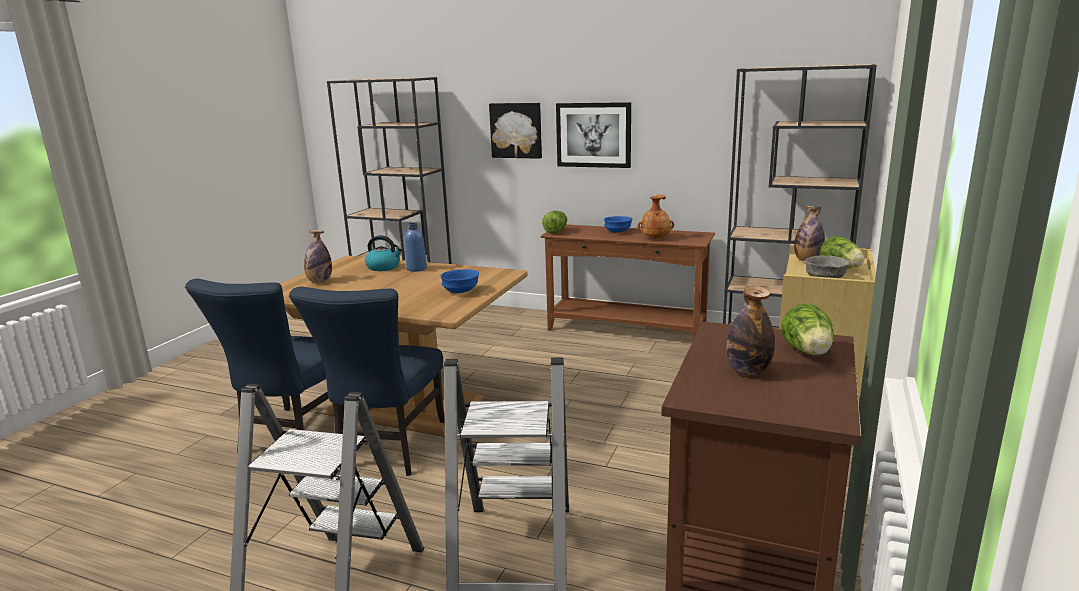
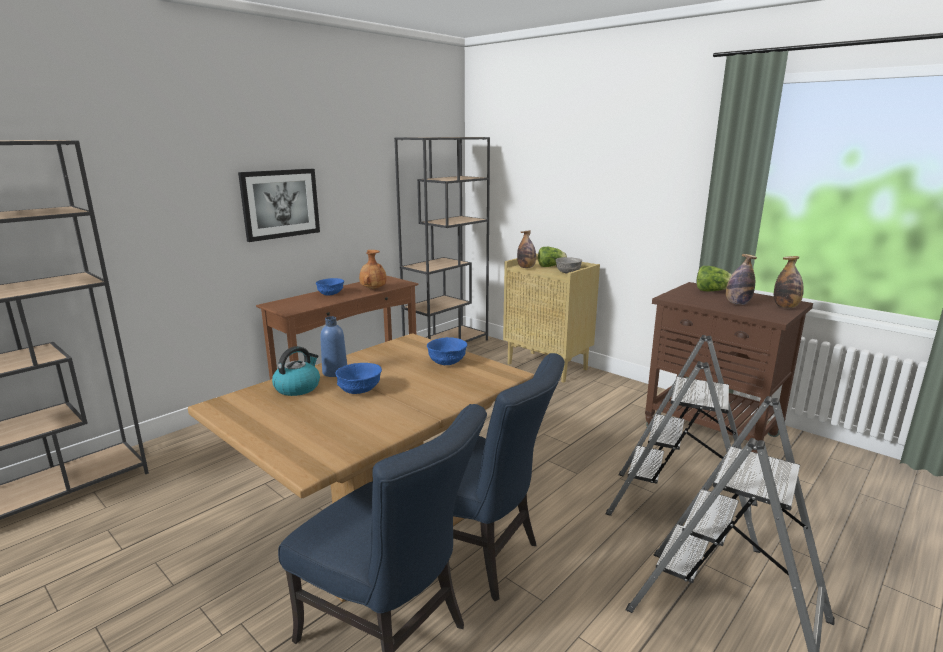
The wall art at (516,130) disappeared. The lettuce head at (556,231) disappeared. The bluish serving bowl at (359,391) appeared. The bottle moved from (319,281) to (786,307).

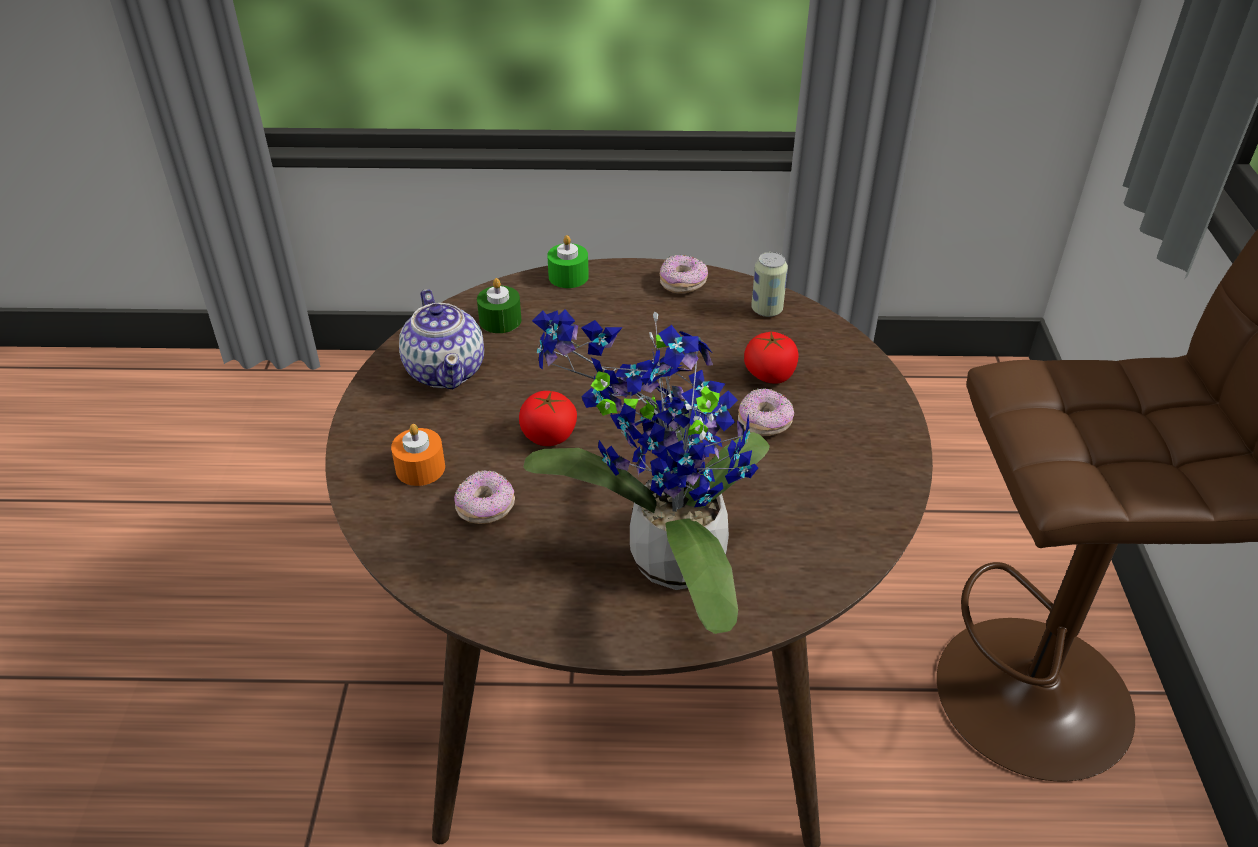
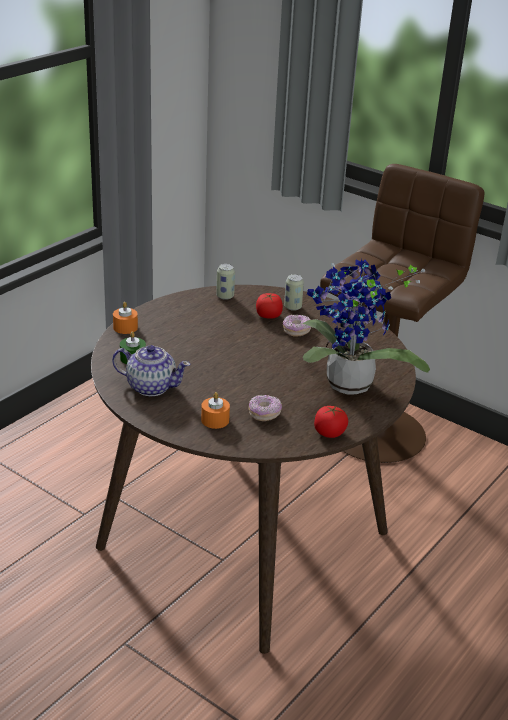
The donut at (683,284) disappeared. The metal can at (292,307) appeared. The whole tomato moved from (548,436) to (329,433). The green-coloured wax light at (568,276) became the orange-coloured wax light at (125,327).

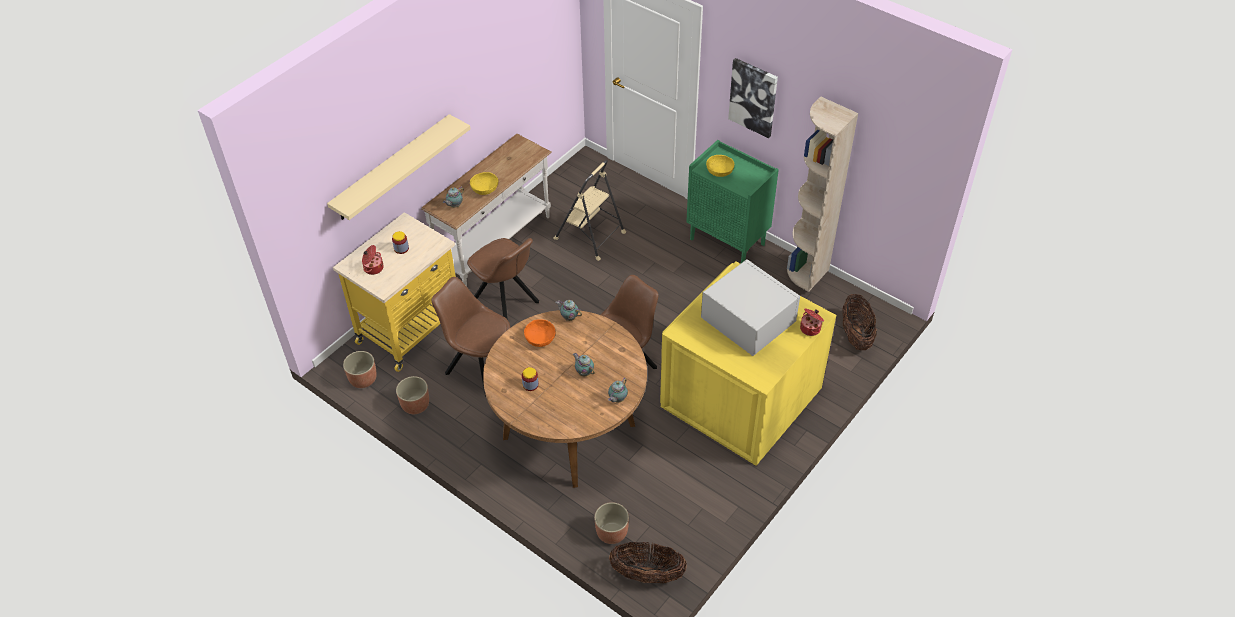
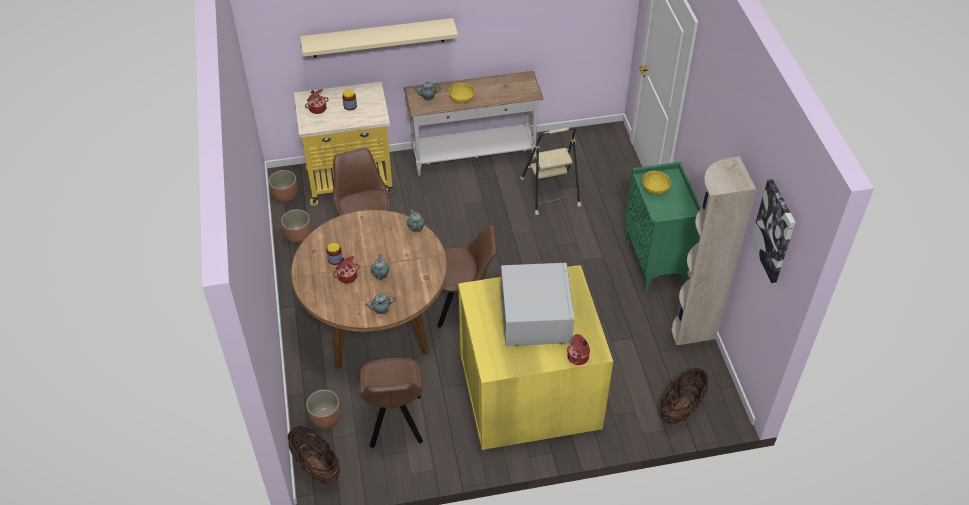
The orange-coloured serving bowl at (540,339) disappeared. The cooking pot at (347,276) appeared. The brownish plain chair moved from (506,302) to (395,421). The wall art moved from (753,97) to (774,231).

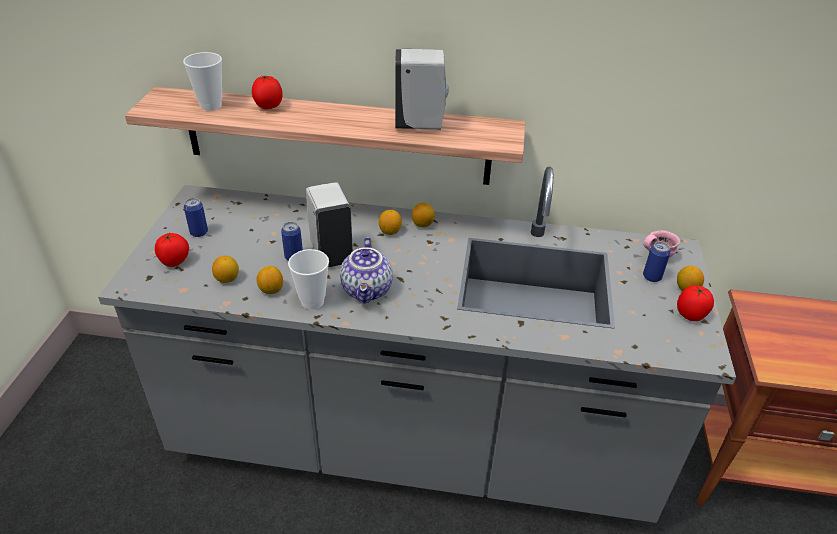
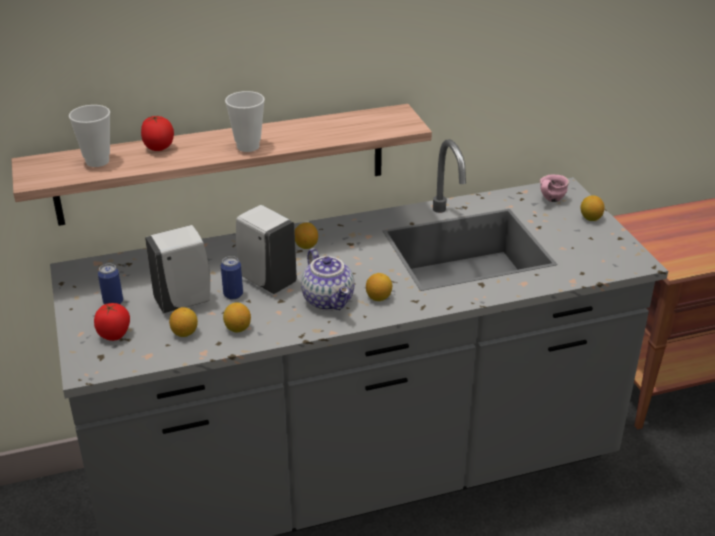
The metal can at (652,277) disappeared. The whole tomato at (690,315) disappeared. The cup moved from (312,301) to (248,146). The whitish soap bottle moved from (421,125) to (185,301). The whole lemon moved from (422,224) to (378,298).

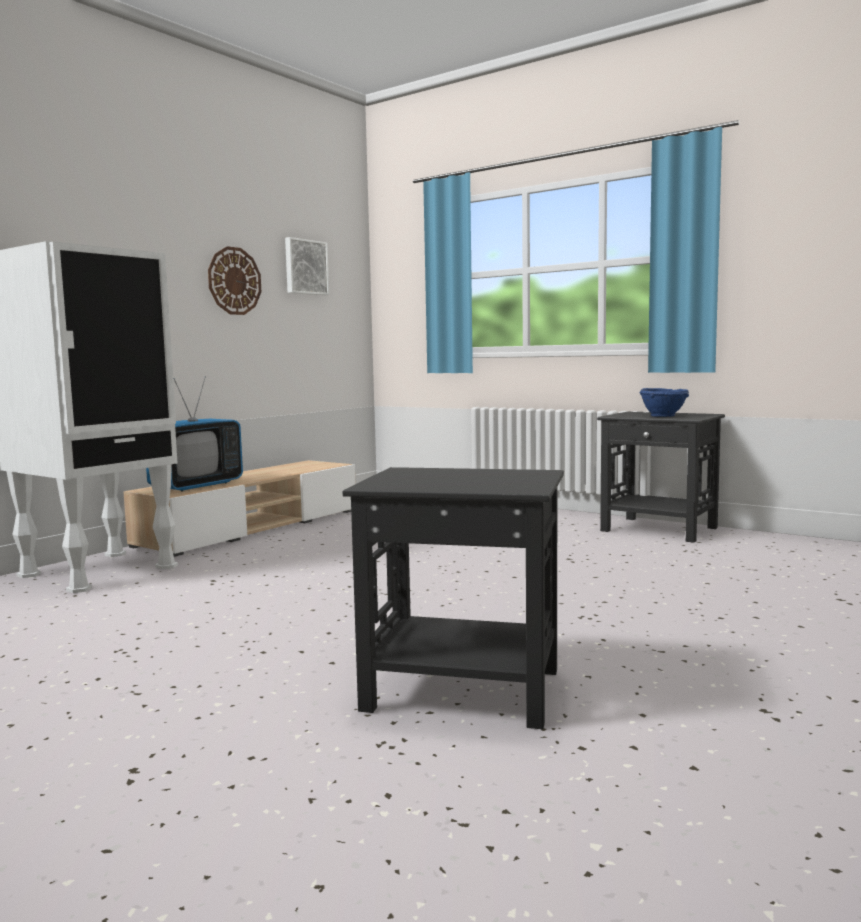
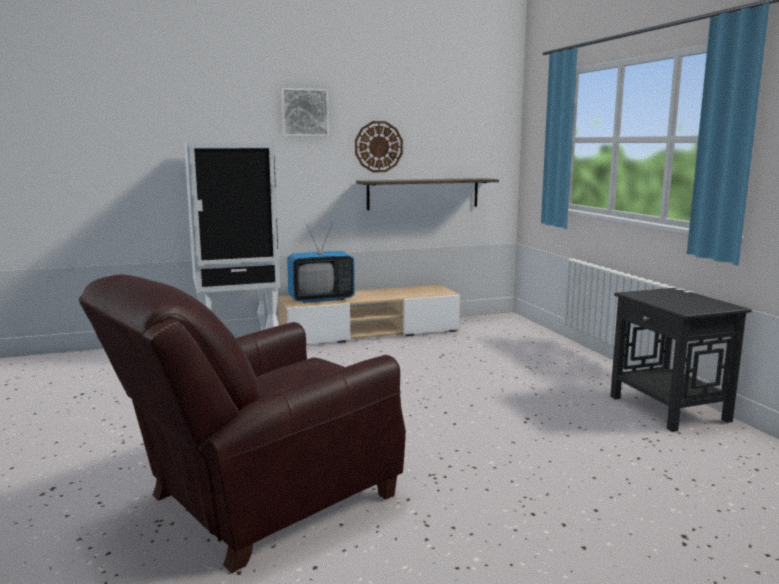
The bluish serving bowl at (664,416) disappeared. The shelf at (423,193) appeared. The wall art moved from (305,267) to (304,112). The black end table at (460,689) was replaced by the brownish lounge chair at (255,502).

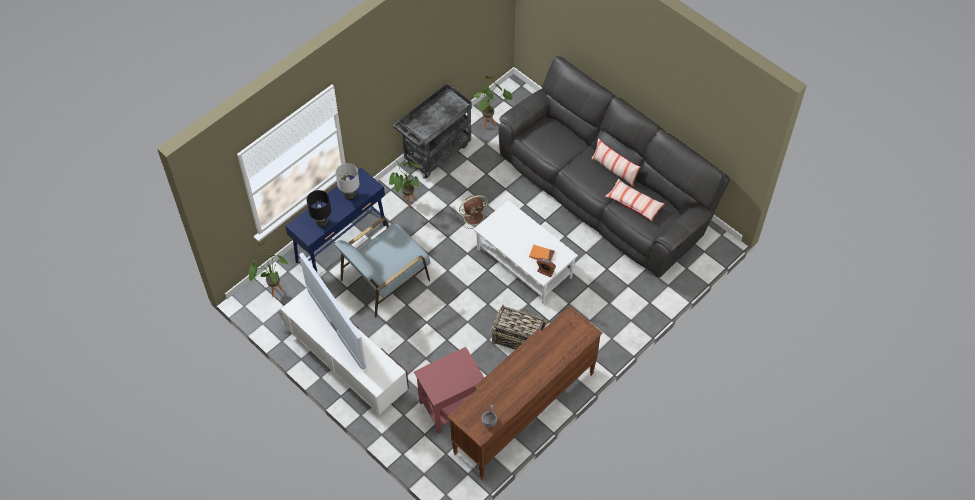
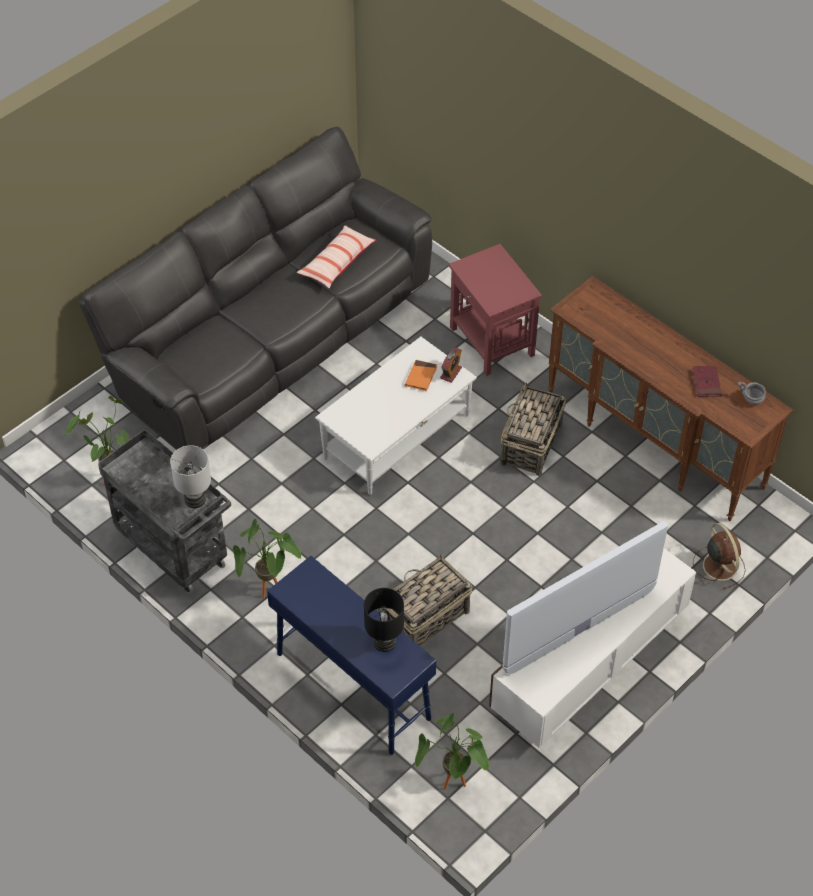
The throw pillow at (614,170) disappeared. The red-coloured bound book at (706,383) appeared. The grey tabletop lamp moved from (350,194) to (195,499). The red-coloured end table moved from (451,406) to (491,341). The brownish electric fan moved from (474,216) to (719,565). The bluish lounge chair at (385,279) was replaced by the storage basket at (425,618).

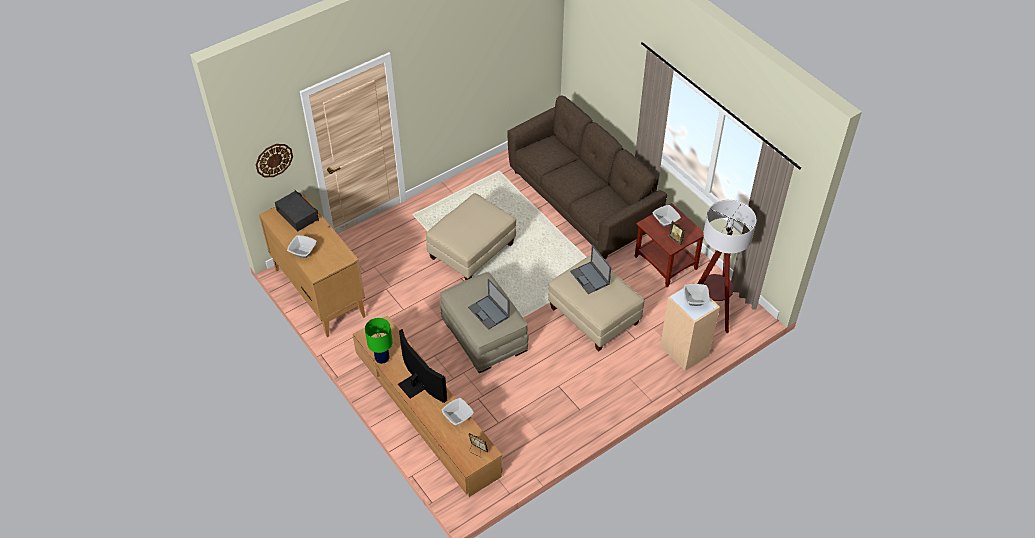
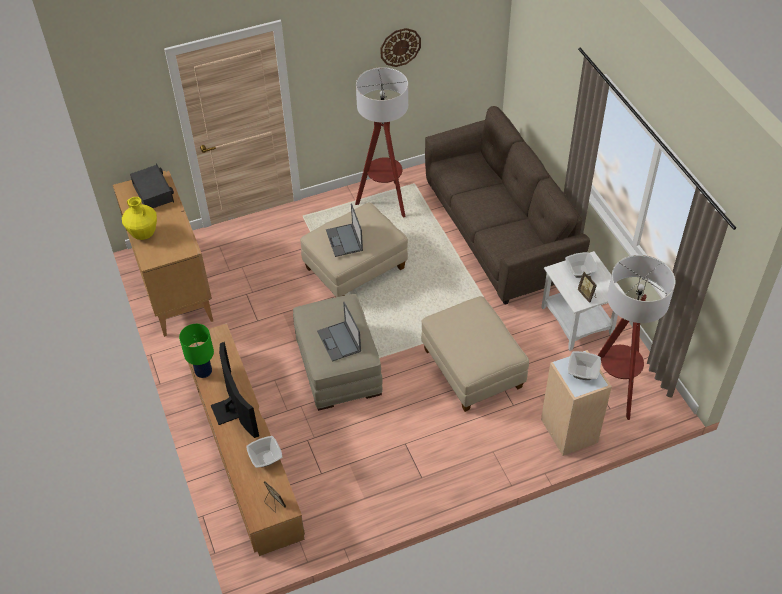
The standard lamp at (385,200) appeared. The clock on the wall moved from (274,160) to (400,47). The notebook computer moved from (590,278) to (344,240). The serving bowl at (302,252) was replaced by the yellowish decorative vase at (143,234). The brownish end table at (666,262) became the whitish end table at (577,321).

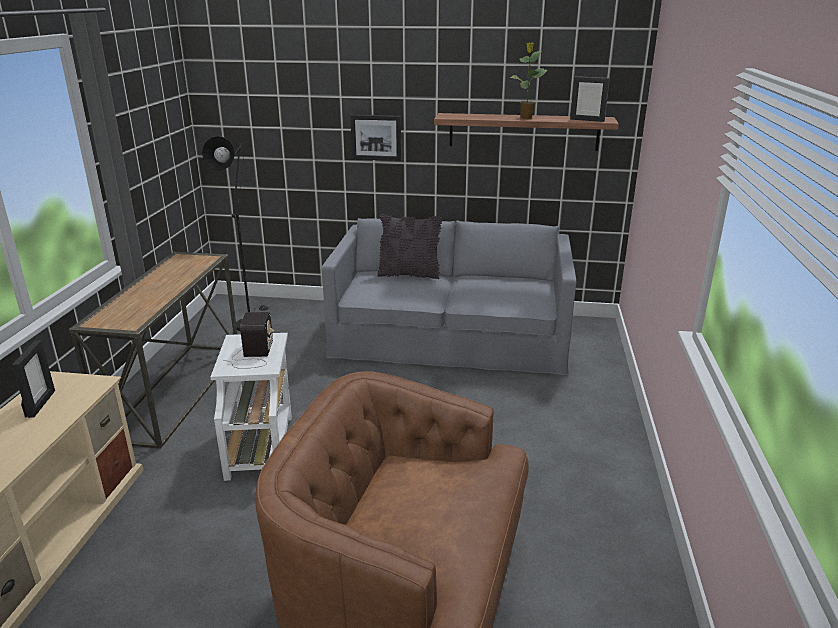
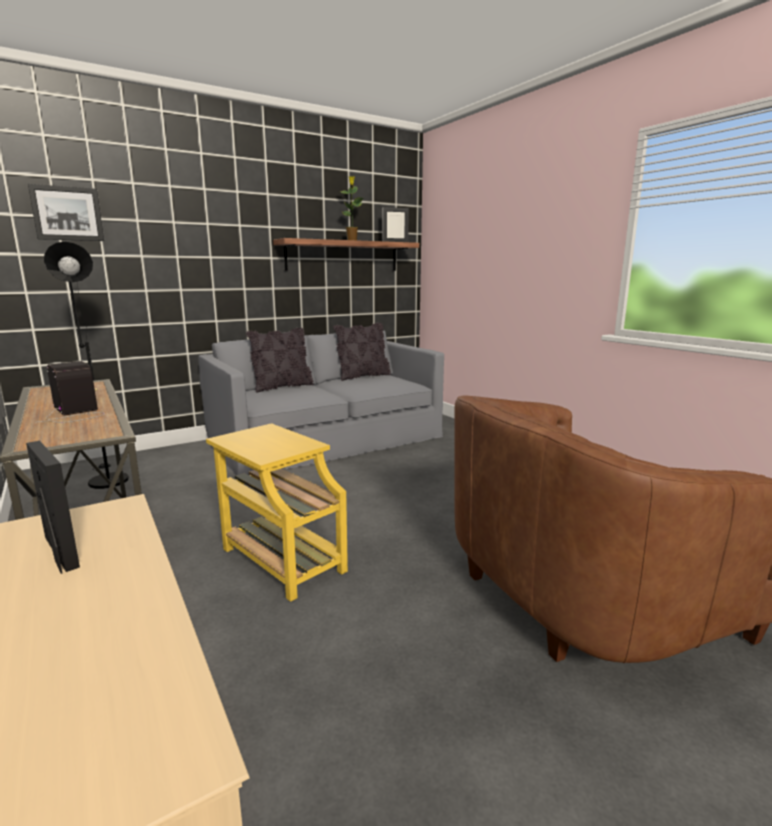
The black throw pillow at (363,376) appeared. The radio moved from (253,354) to (75,412). The wall art moved from (376,137) to (67,214). The whitish end table at (260,445) became the yellowish end table at (281,559).

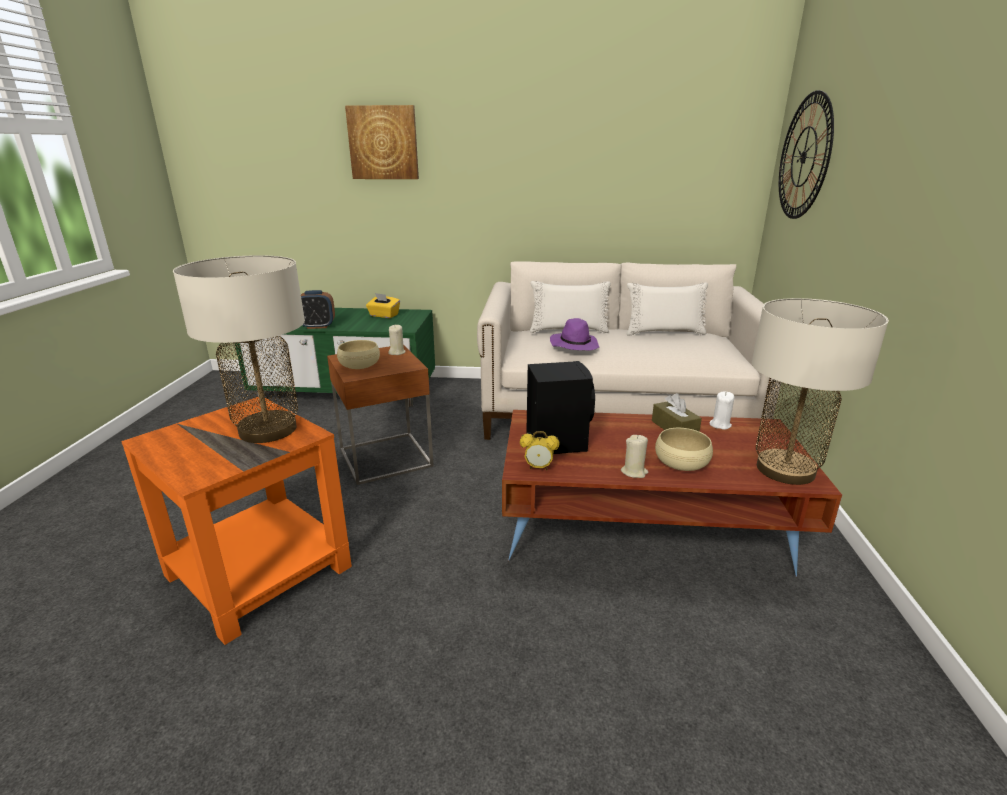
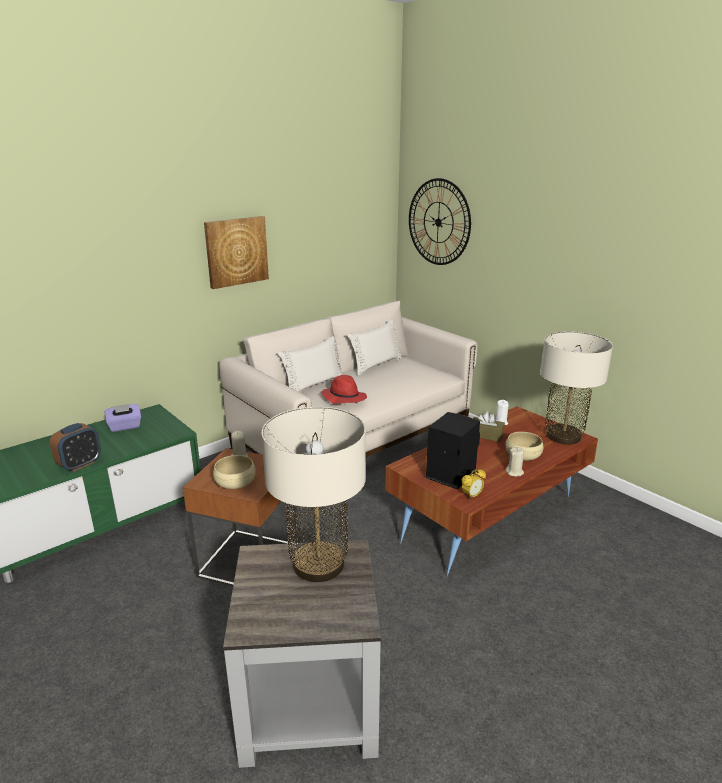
The wall art moved from (383,143) to (236,251). The orange-coloured end table at (261,570) became the grey end table at (311,699). The yellowish tissue box at (384,315) became the purplish tissue box at (125,427). The purplish clothing hat at (574,345) became the red-coloured clothing hat at (343,397).

